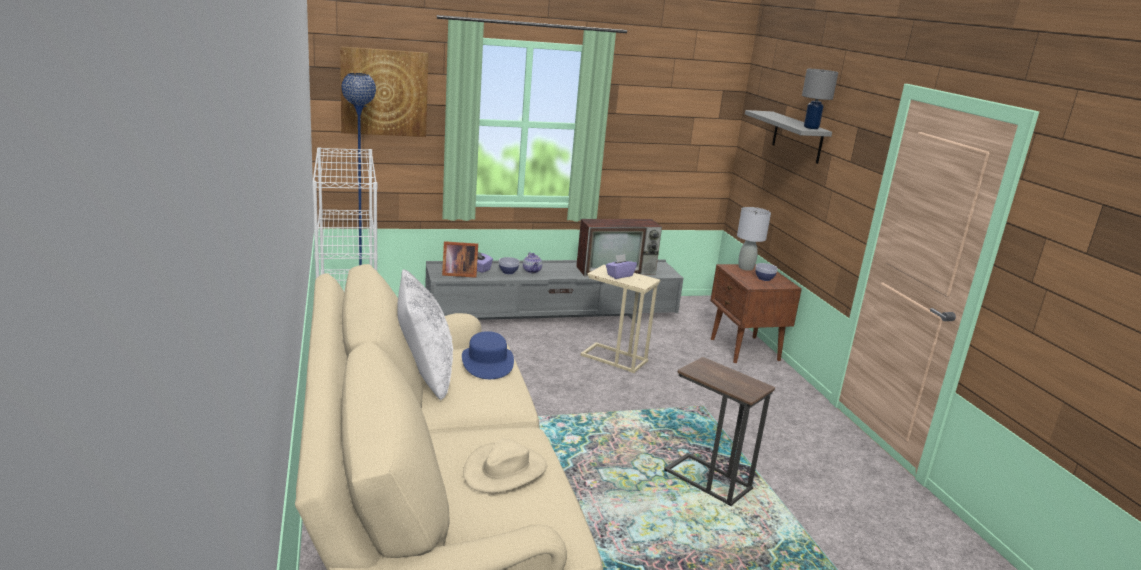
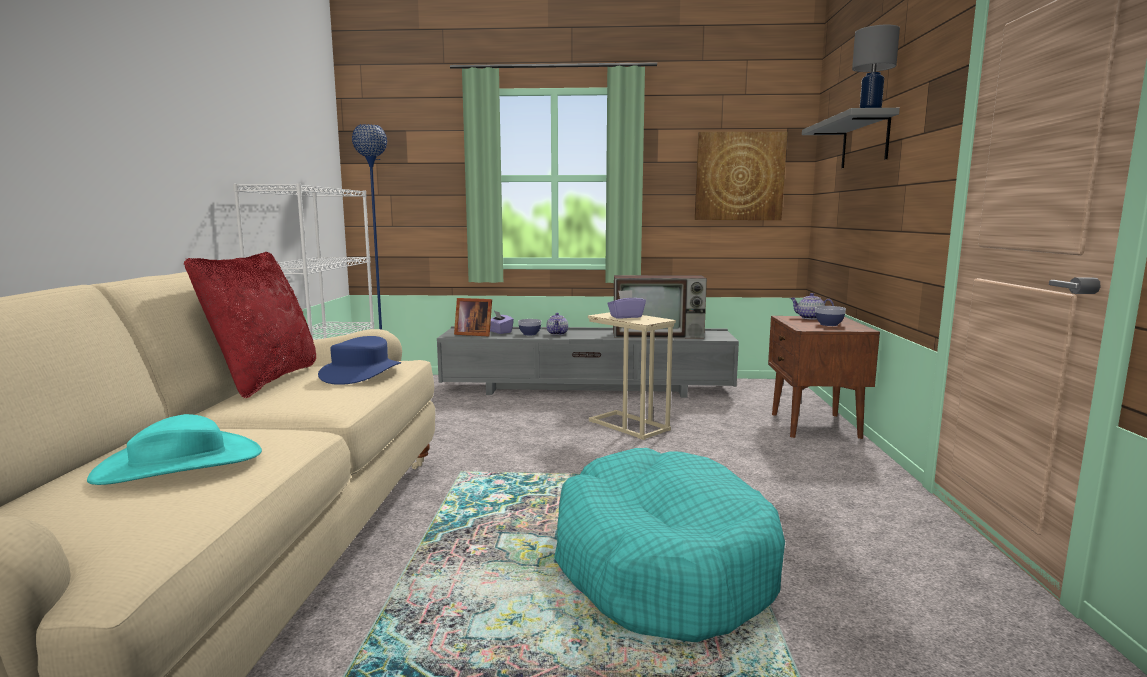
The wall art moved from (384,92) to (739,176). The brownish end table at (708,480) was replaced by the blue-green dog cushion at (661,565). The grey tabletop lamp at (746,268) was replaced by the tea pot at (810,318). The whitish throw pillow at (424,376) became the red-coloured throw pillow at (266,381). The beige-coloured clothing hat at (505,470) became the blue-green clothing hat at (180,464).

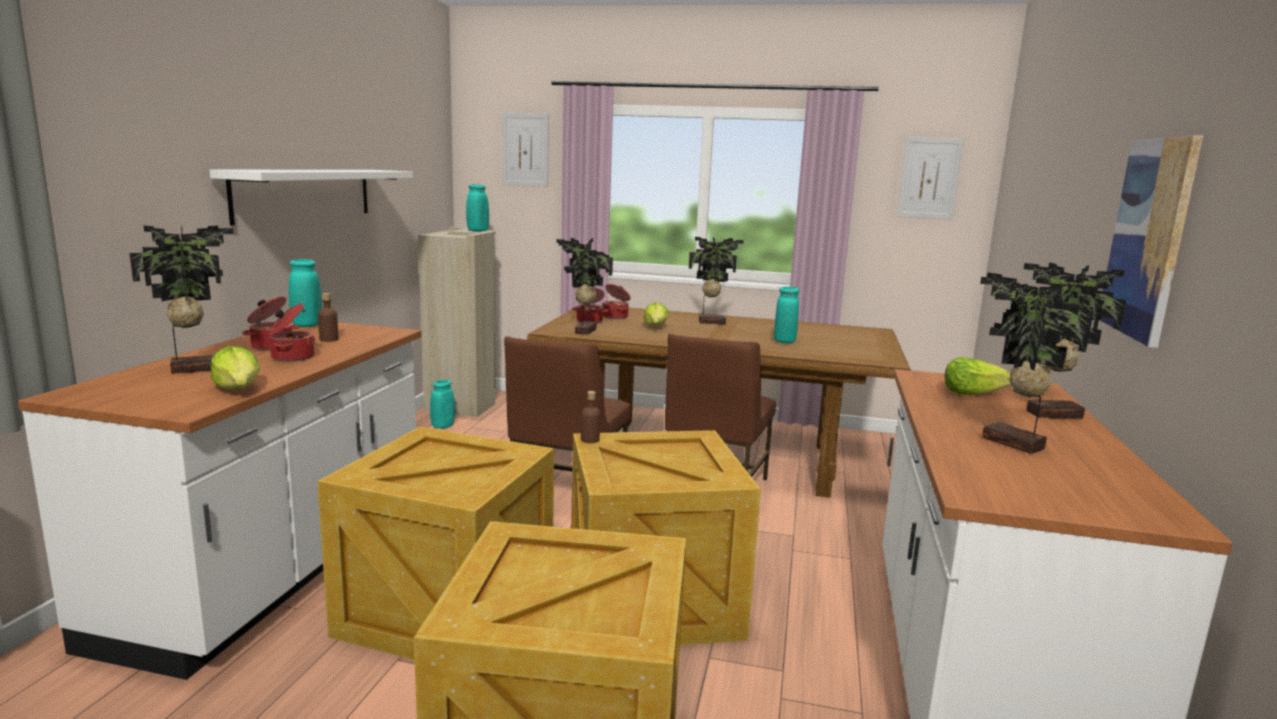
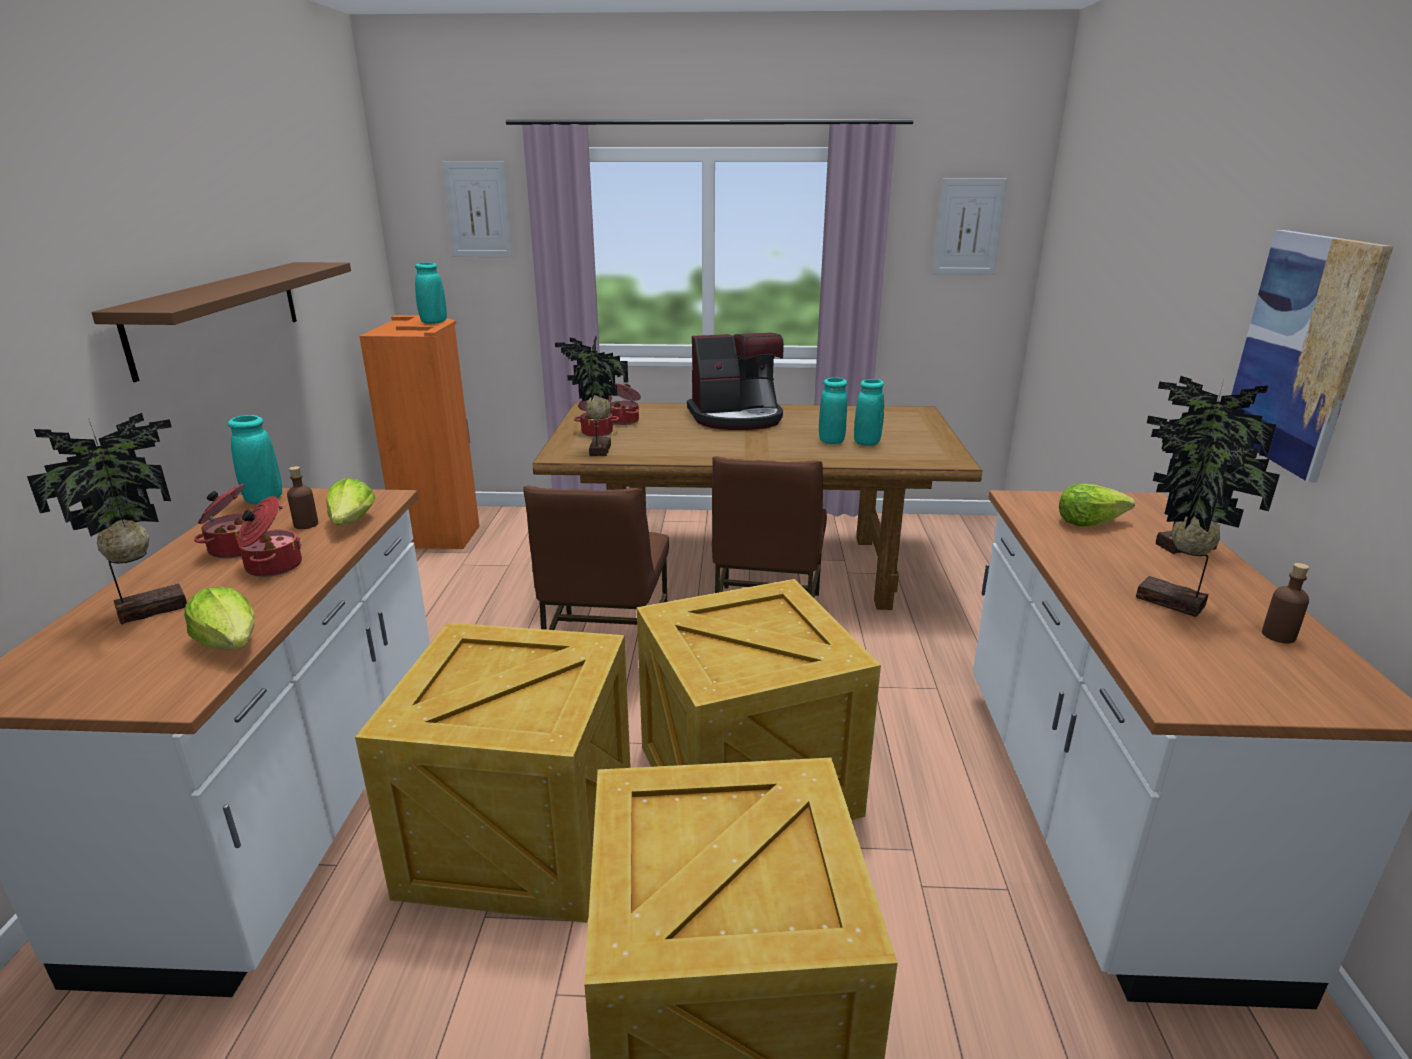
The blue-green decorative vase moved from (442,426) to (866,443). The brownish bottle moved from (590,440) to (1278,635). The lettuce head moved from (656,327) to (352,522). The houseplant at (711,322) was replaced by the coffee brewer at (737,418). The whitish shelf at (305,194) became the brownish shelf at (218,315). The beige-coloured cabinet at (463,404) became the orange-coloured cabinet at (441,531).

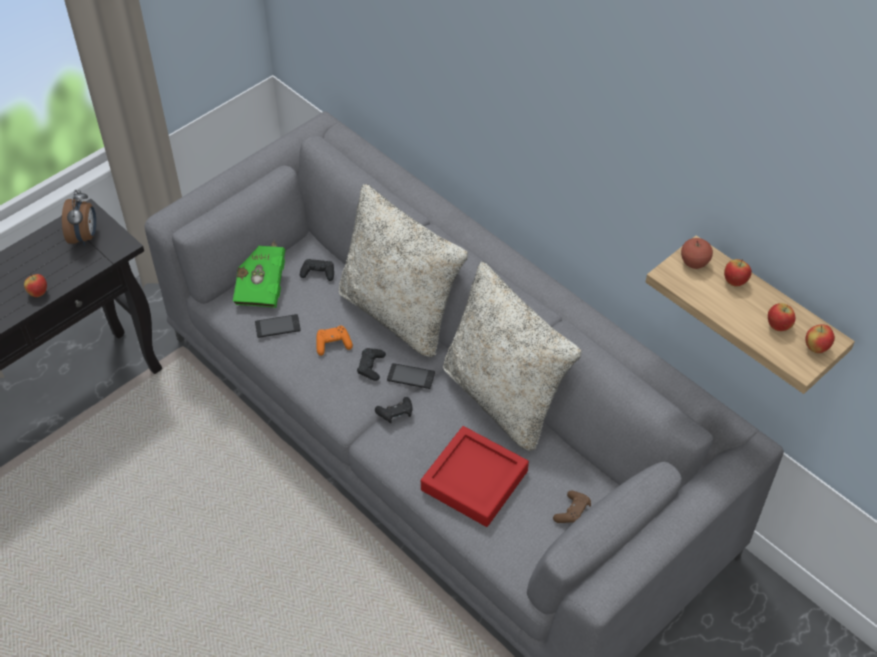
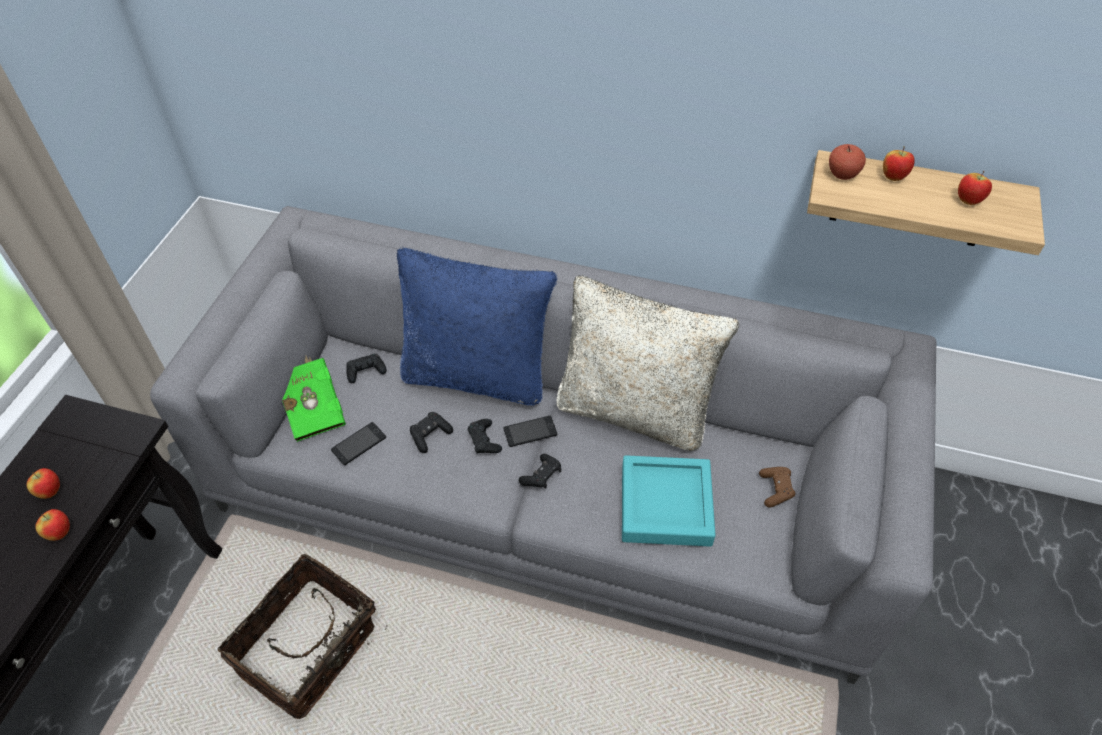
The table clock at (85,236) disappeared. The storage basket at (311,651) appeared. The apple moved from (816,348) to (50,492). The orange-coloured gamepad at (333,344) became the black gamepad at (430,435). The beige-coloured throw pillow at (399,317) became the bluish throw pillow at (477,379). The red-coloured serving tray at (474,480) became the blue-green serving tray at (665,505).

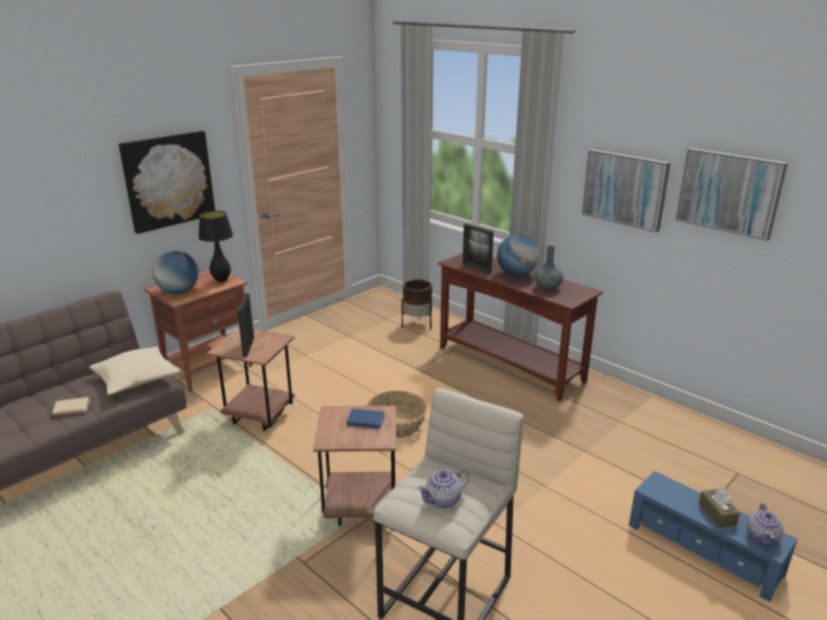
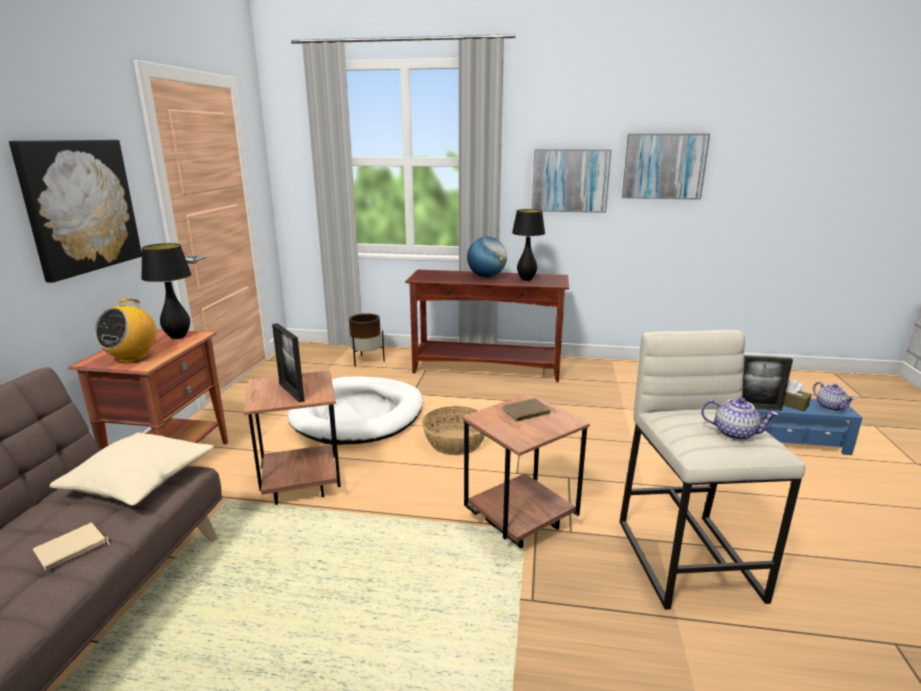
The whitish dog cushion at (358,415) appeared. The standing frame moved from (476,268) to (757,408). The globe at (179,292) was replaced by the radio at (132,358). The decorative vase at (547,287) was replaced by the black tabletop lamp at (526,279). The bluish bound book at (365,421) became the brownish bound book at (527,413). The tea pot at (443,500) turned 90 degrees counterclockwise.

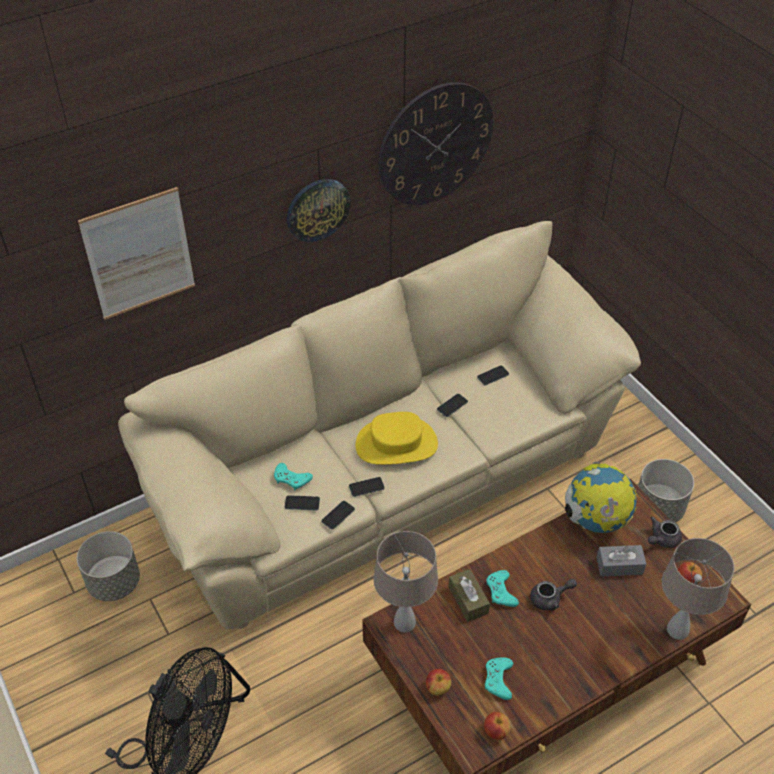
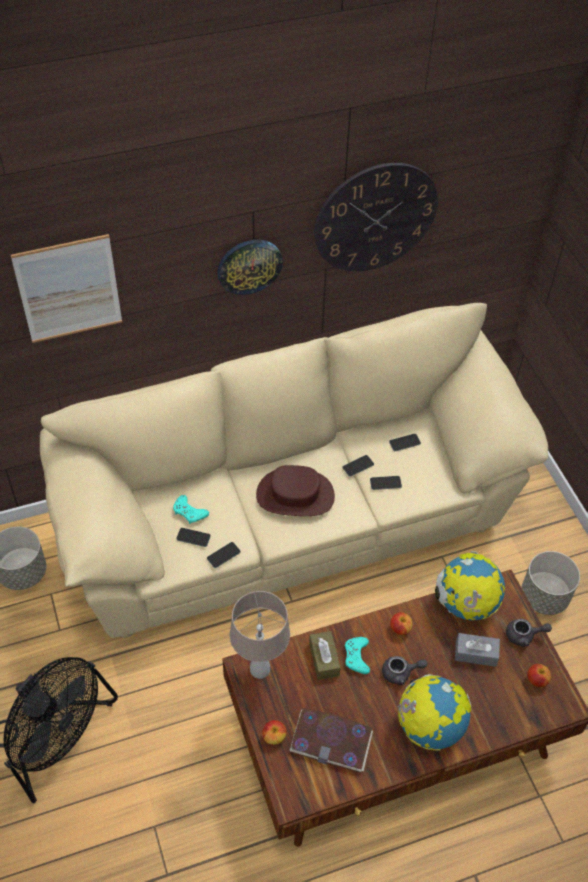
The beige-coloured tabletop lamp at (677,629) disappeared. The globe at (429,726) appeared. The handset moved from (366,487) to (385,483). The apple moved from (496,731) to (400,629). The blue-green gamepad at (498,680) was replaced by the bound book at (331,741). The yellowish clothing hat at (396,444) became the brownish clothing hat at (295,495). The grey tea pot at (662,539) turned 150 degrees counterclockwise.

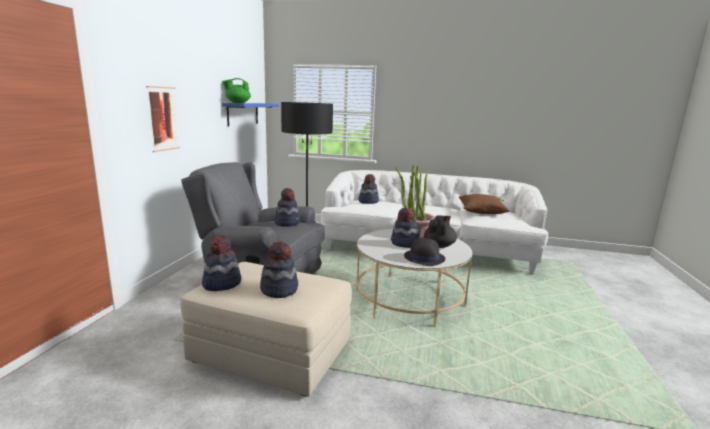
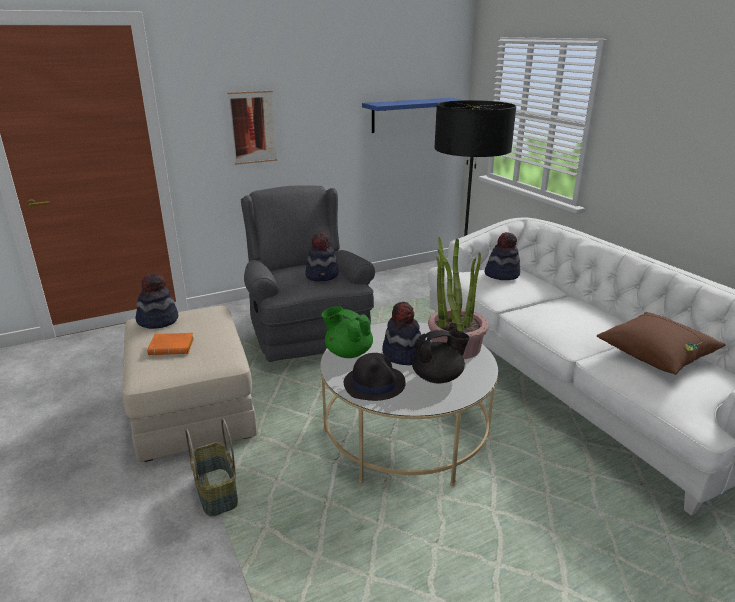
The storage basket at (215,492) appeared. The green-coloured tea pot moved from (237,103) to (348,352). The clothing hat at (279,289) was replaced by the orange-coloured bound book at (173,347).

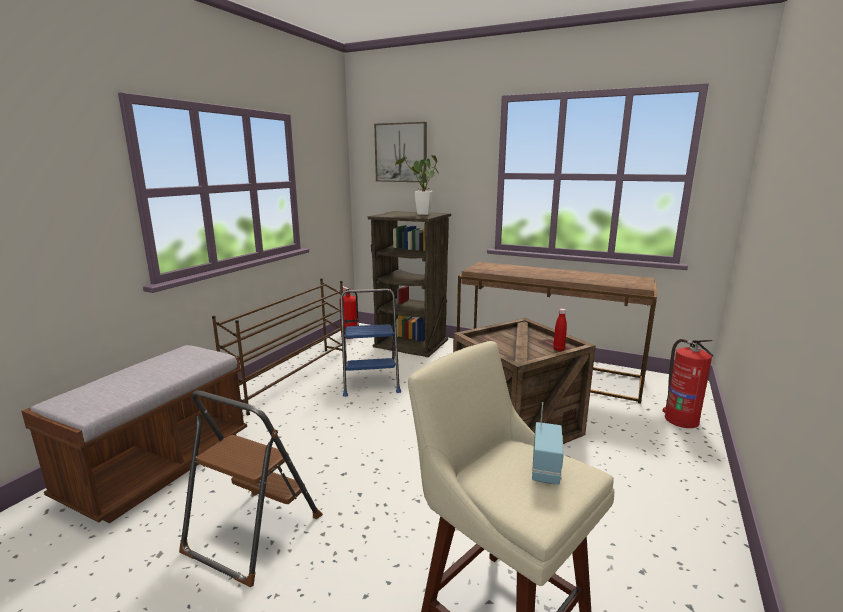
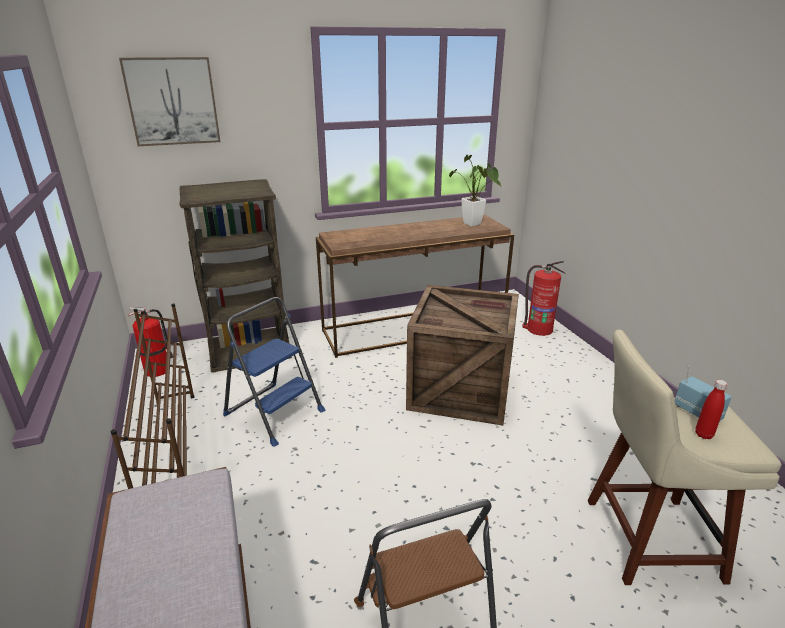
The houseplant moved from (422,214) to (474,225). The red-coloured bottle moved from (558,349) to (703,435).

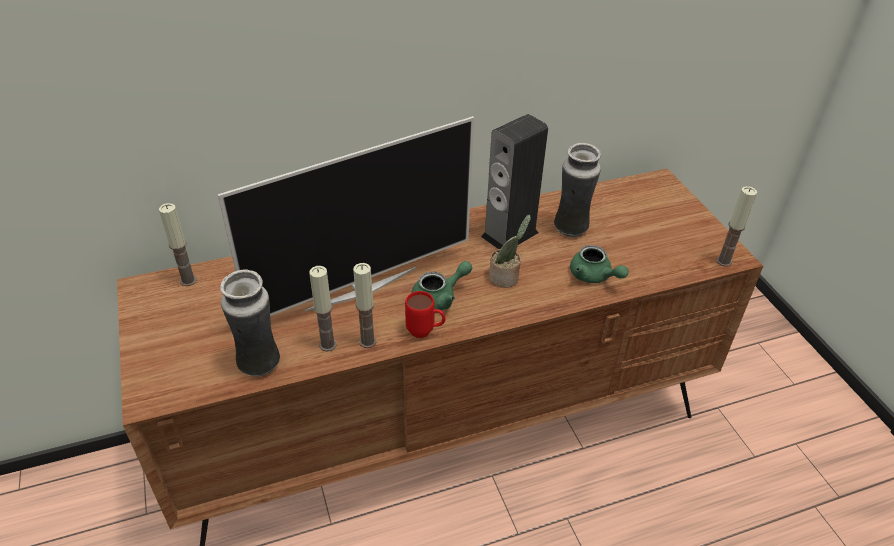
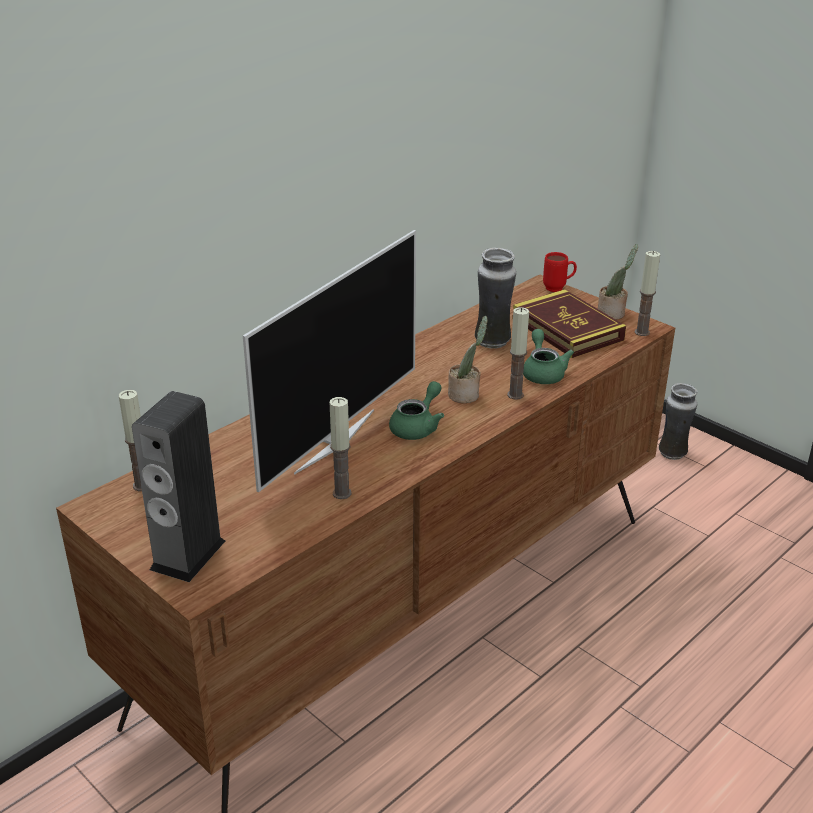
The bound book at (567,329) appeared. The houseplant at (613,313) appeared. The decorative vase moved from (259,365) to (673,454). The wax light moved from (367,341) to (515,395). The red-coloured mug moved from (425,332) to (558,288). The audio speaker moved from (509,234) to (188,555). The green-coloured tea pot at (594,276) turned 120 degrees counterclockwise.

